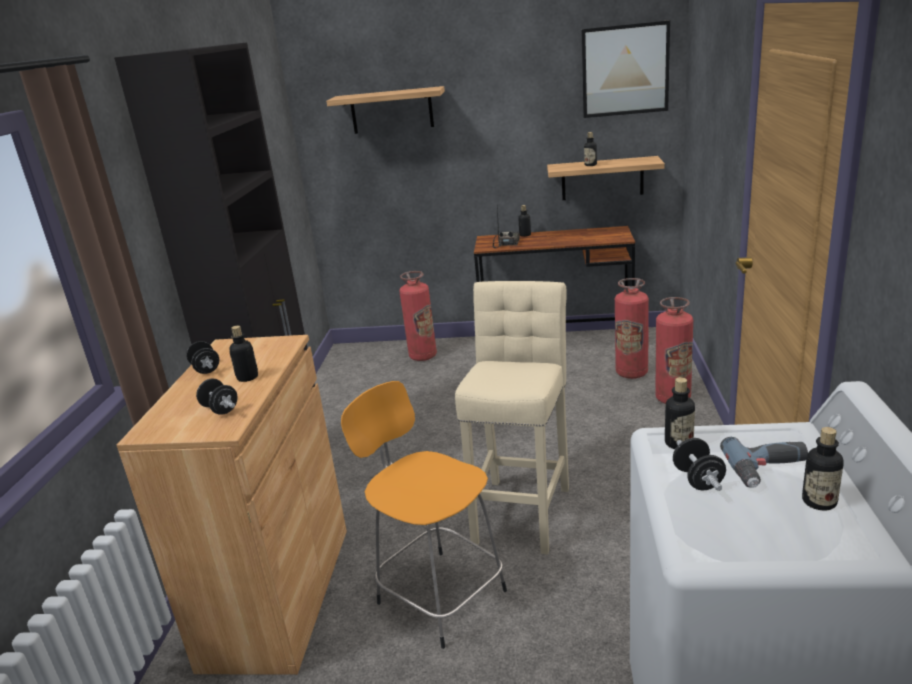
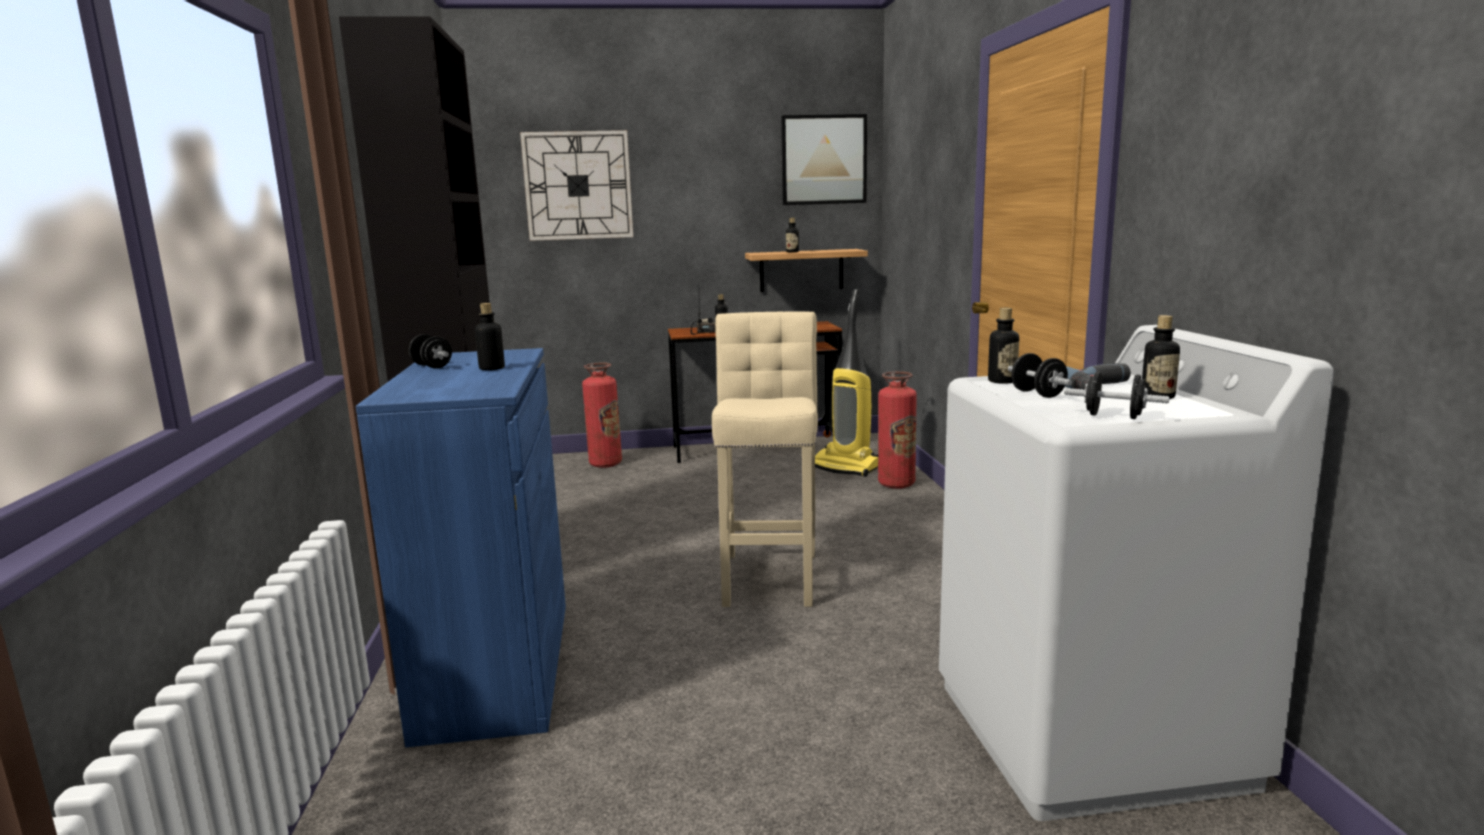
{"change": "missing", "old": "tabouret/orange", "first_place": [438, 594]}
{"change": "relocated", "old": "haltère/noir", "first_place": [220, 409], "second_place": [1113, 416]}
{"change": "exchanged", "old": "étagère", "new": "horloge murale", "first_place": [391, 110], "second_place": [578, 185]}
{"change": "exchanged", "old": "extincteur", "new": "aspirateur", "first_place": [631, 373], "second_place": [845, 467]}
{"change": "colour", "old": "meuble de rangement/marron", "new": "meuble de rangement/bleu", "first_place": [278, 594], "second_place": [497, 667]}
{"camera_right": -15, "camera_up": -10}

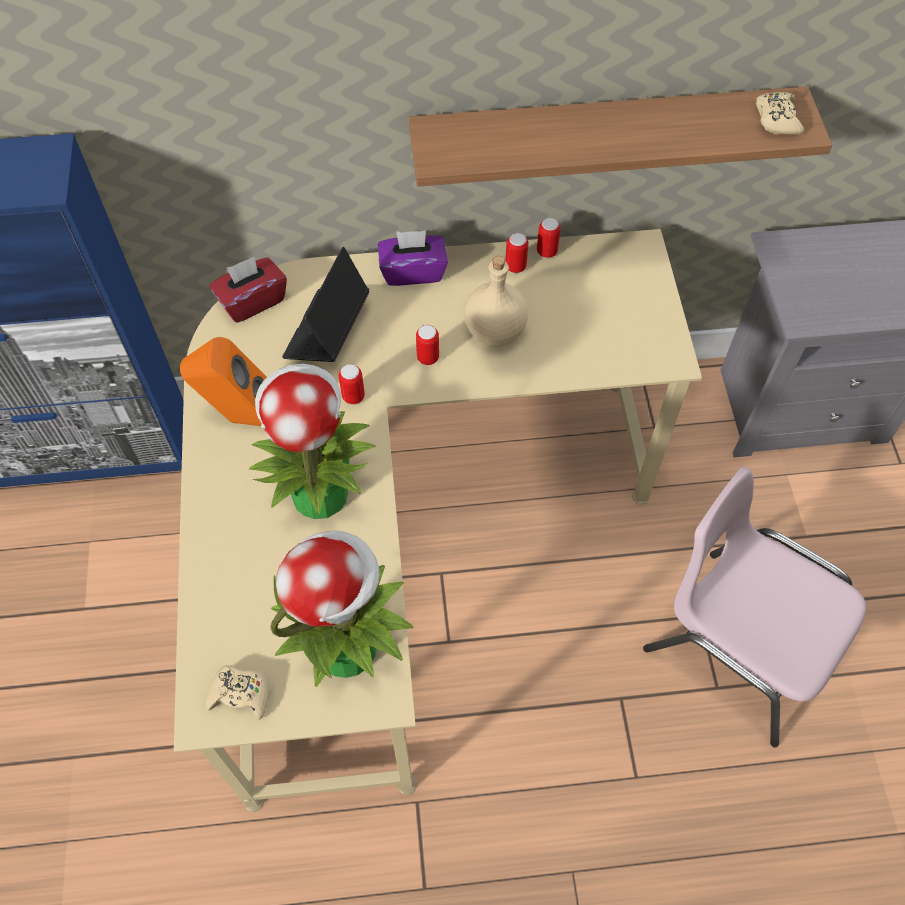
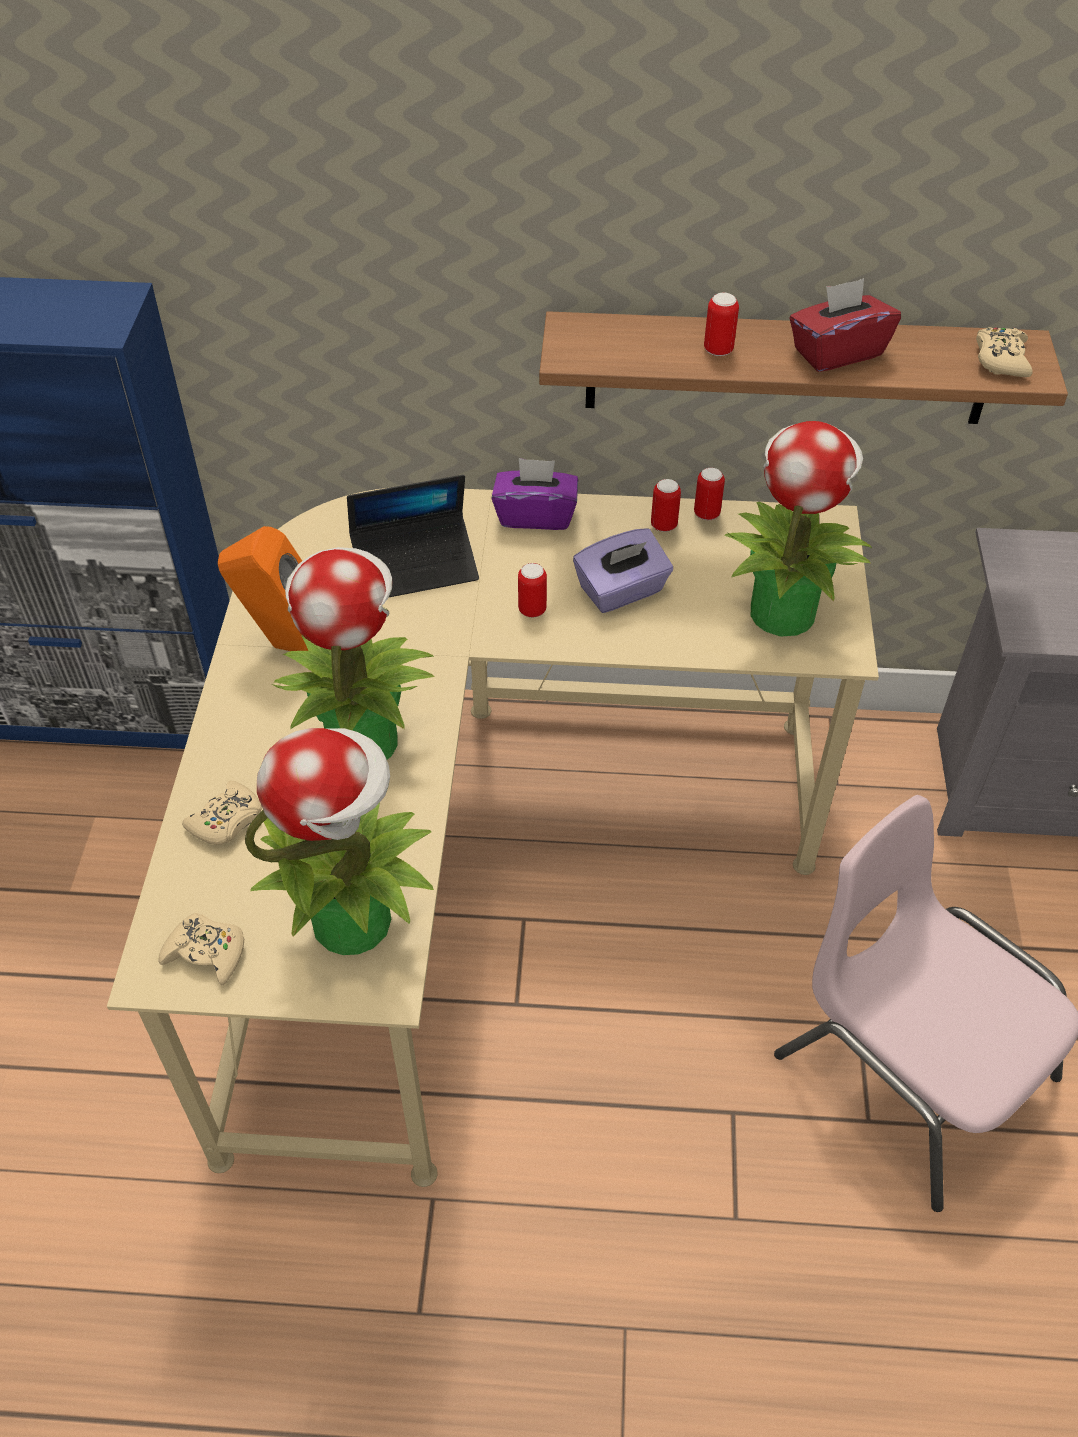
{"change": "appeared", "new": "manette/beige", "second_place": [227, 820]}
{"change": "appeared", "new": "plante en pot", "second_place": [782, 611]}
{"change": "relocated", "old": "boîte à mouchoirs/rouge", "first_place": [252, 301], "second_place": [837, 352]}
{"change": "relocated", "old": "boîte métallique", "first_place": [353, 396], "second_place": [718, 350]}
{"change": "exchanged", "old": "bouteille/beige", "new": "boîte à mouchoirs/violet", "first_place": [494, 331], "second_place": [622, 591]}
{"change": "spun", "old": "ordinateur portable", "first_place": [327, 331], "second_place": [415, 566], "degrees": -135}
{"camera_right": 10, "camera_up": -10}

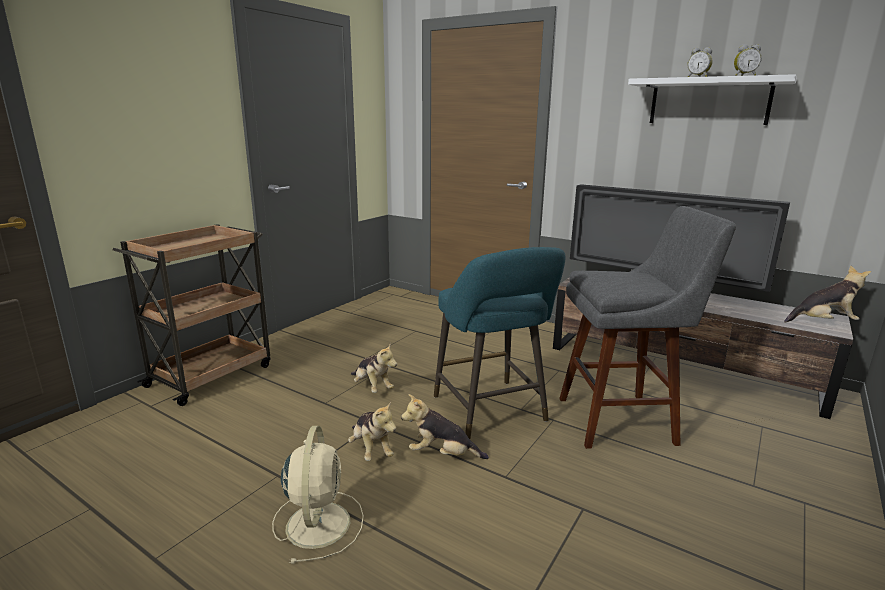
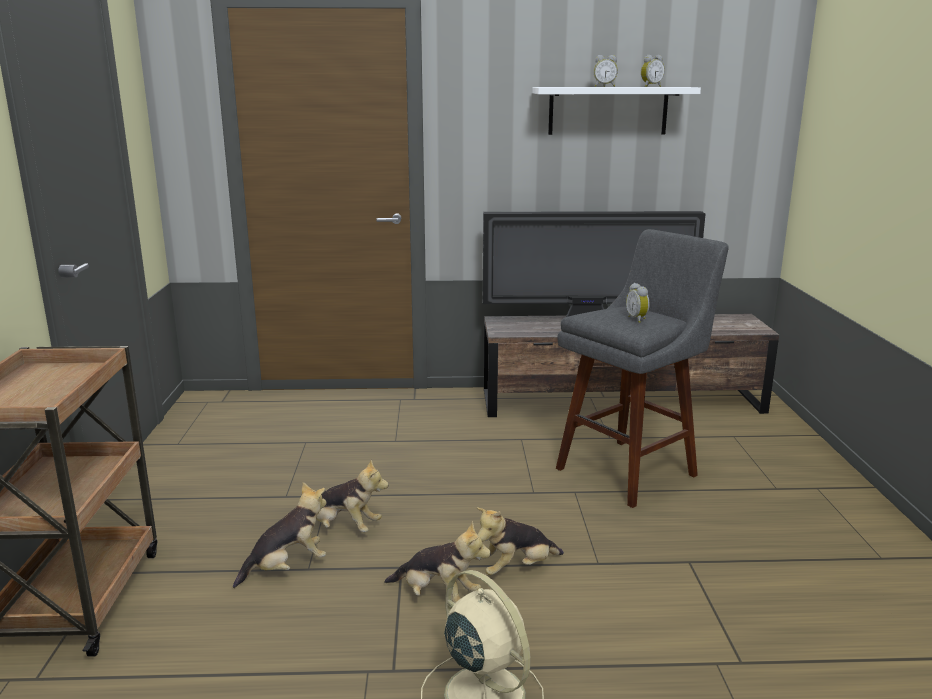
{"change": "missing", "old": "tabouret/turquoise", "first_place": [492, 412]}
{"change": "appeared", "new": "réveil", "second_place": [638, 319]}
{"change": "relocated", "old": "peluche", "first_place": [823, 322], "second_place": [287, 567]}
{"camera_right": -35, "camera_up": 0}

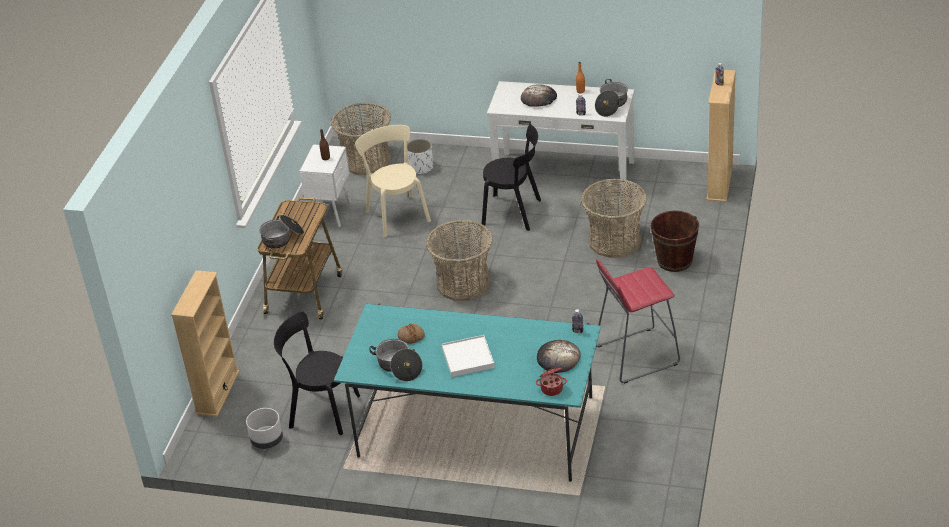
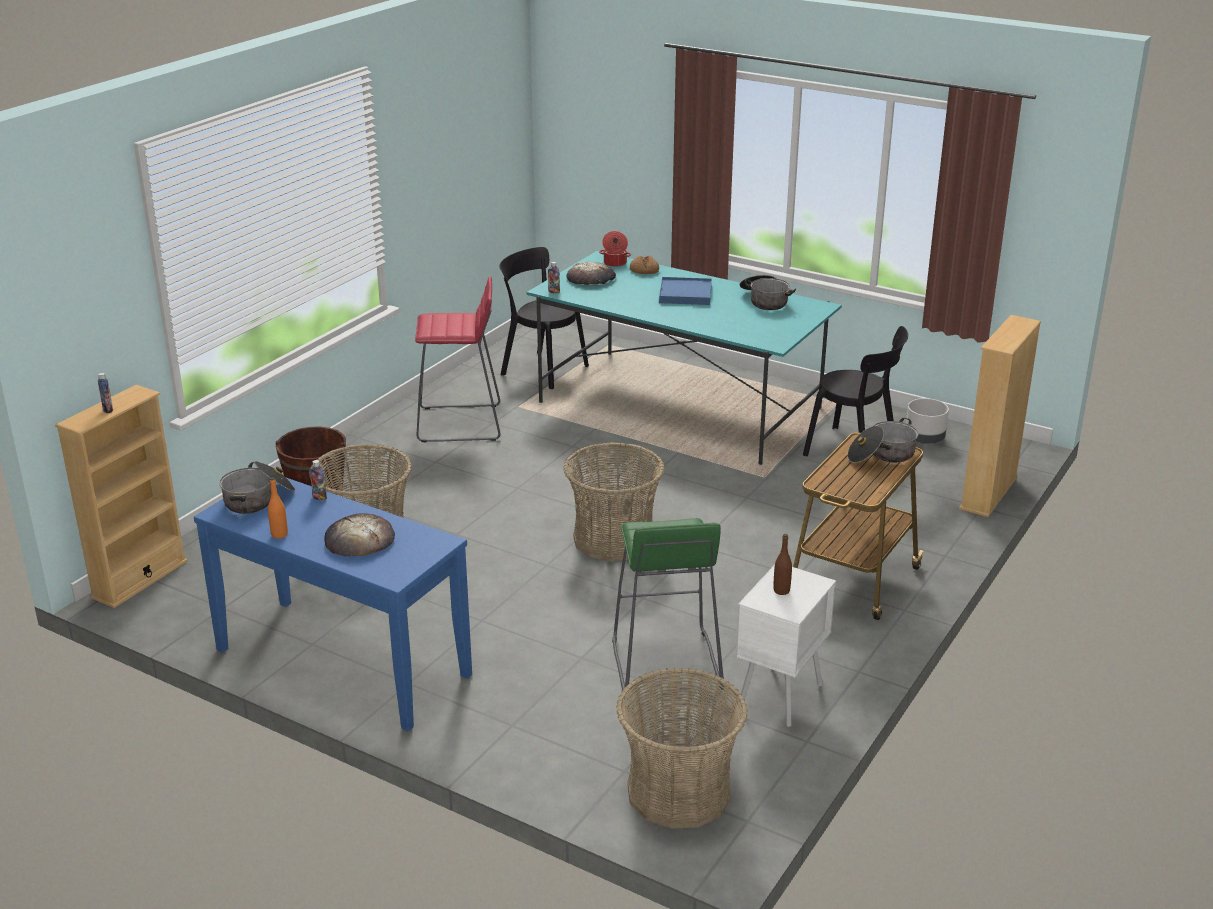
{"change": "missing", "old": "cache-pot/blanc", "first_place": [421, 168]}
{"change": "relocated", "old": "pain", "first_place": [411, 336], "second_place": [644, 270]}
{"change": "relocated", "old": "chaise/noir", "first_place": [514, 213], "second_place": [541, 369]}
{"change": "exchanged", "old": "chaise/beige", "new": "tabouret/vert", "first_place": [397, 214], "second_place": [665, 664]}
{"change": "colour", "old": "plateau/blanc", "new": "plateau/bleu", "first_place": [468, 358], "second_place": [685, 294]}
{"change": "colour", "old": "table console/blanc", "new": "table console/bleu", "first_place": [564, 172], "second_place": [342, 662]}
{"camera_right": -165, "camera_up": -10}

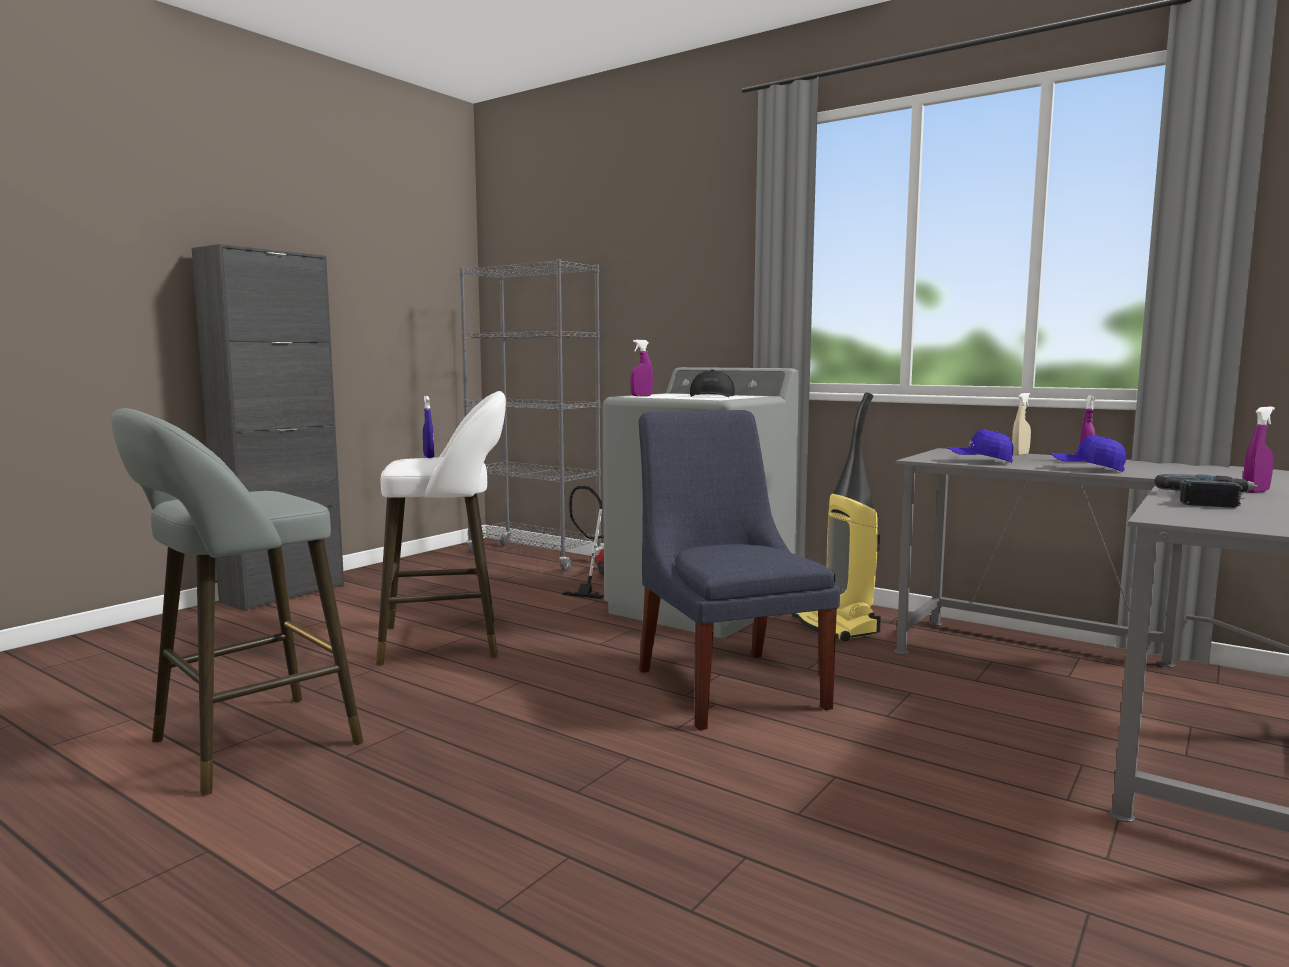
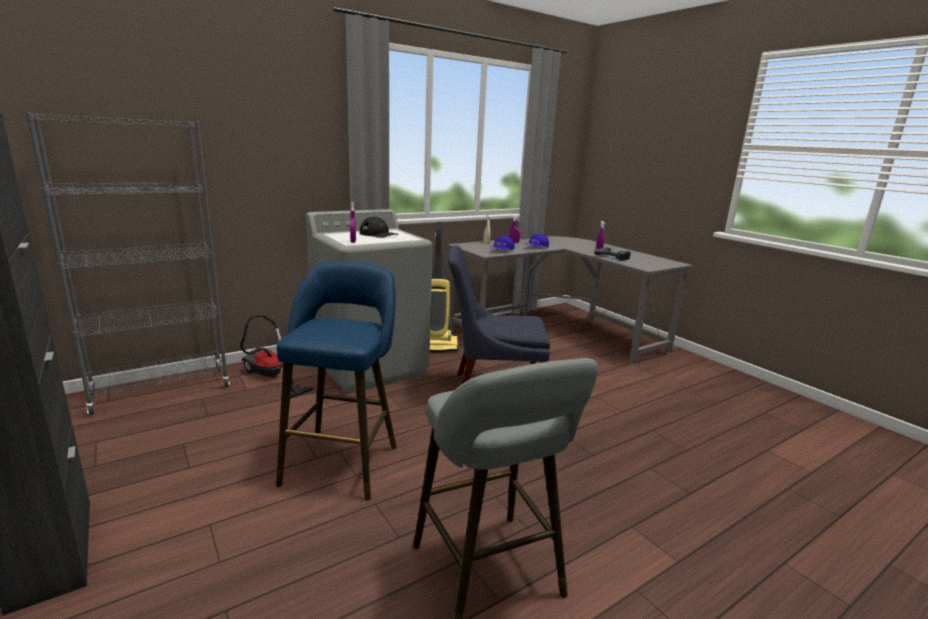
{"change": "missing", "old": "vaporisateur/bleu", "first_place": [428, 457]}
{"change": "colour", "old": "tabouret/blanc", "new": "tabouret/bleu", "first_place": [449, 641], "second_place": [343, 461]}
{"camera_right": -70, "camera_up": 10}

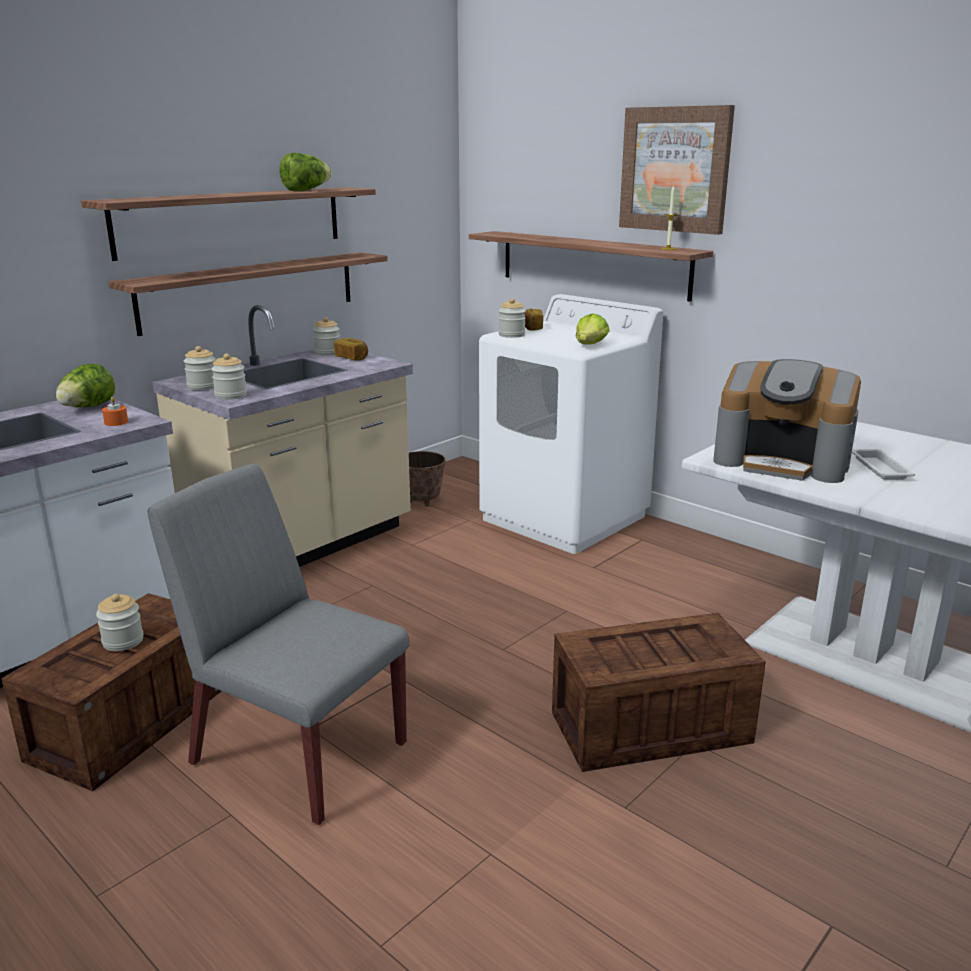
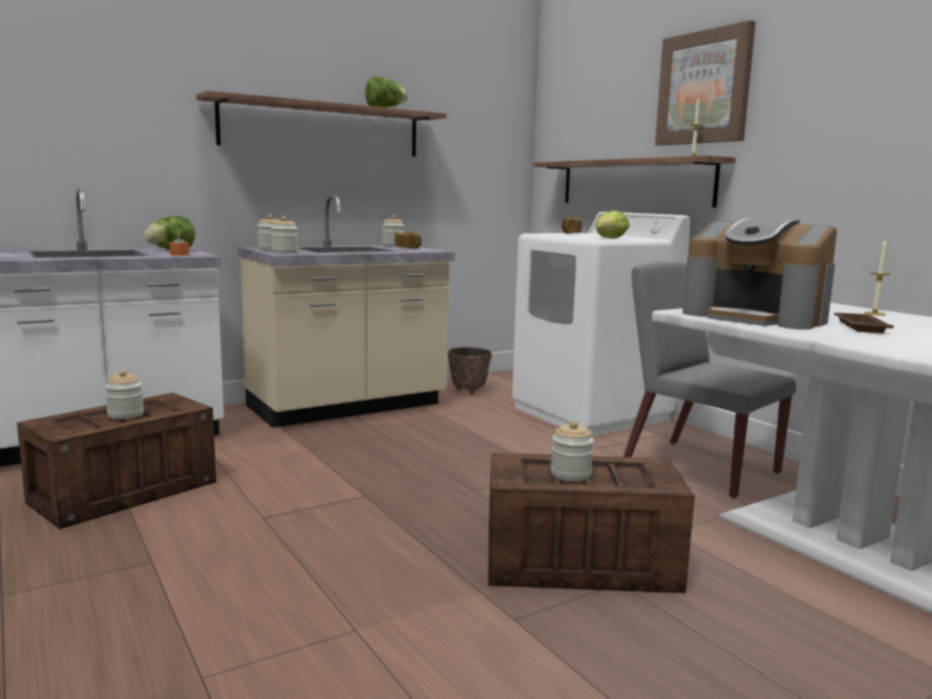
{"change": "missing", "old": "étagère", "first_place": [251, 291]}
{"change": "appeared", "new": "bougie", "second_place": [874, 313]}
{"change": "relocated", "old": "chaise/gris", "first_place": [297, 752], "second_place": [698, 467]}
{"change": "relocated", "old": "bocal", "first_place": [511, 335], "second_place": [570, 474]}
{"change": "colour", "old": "plateau/blanc", "new": "plateau/marron", "first_place": [879, 468], "second_place": [860, 326]}
{"camera_right": 15, "camera_up": -10}

